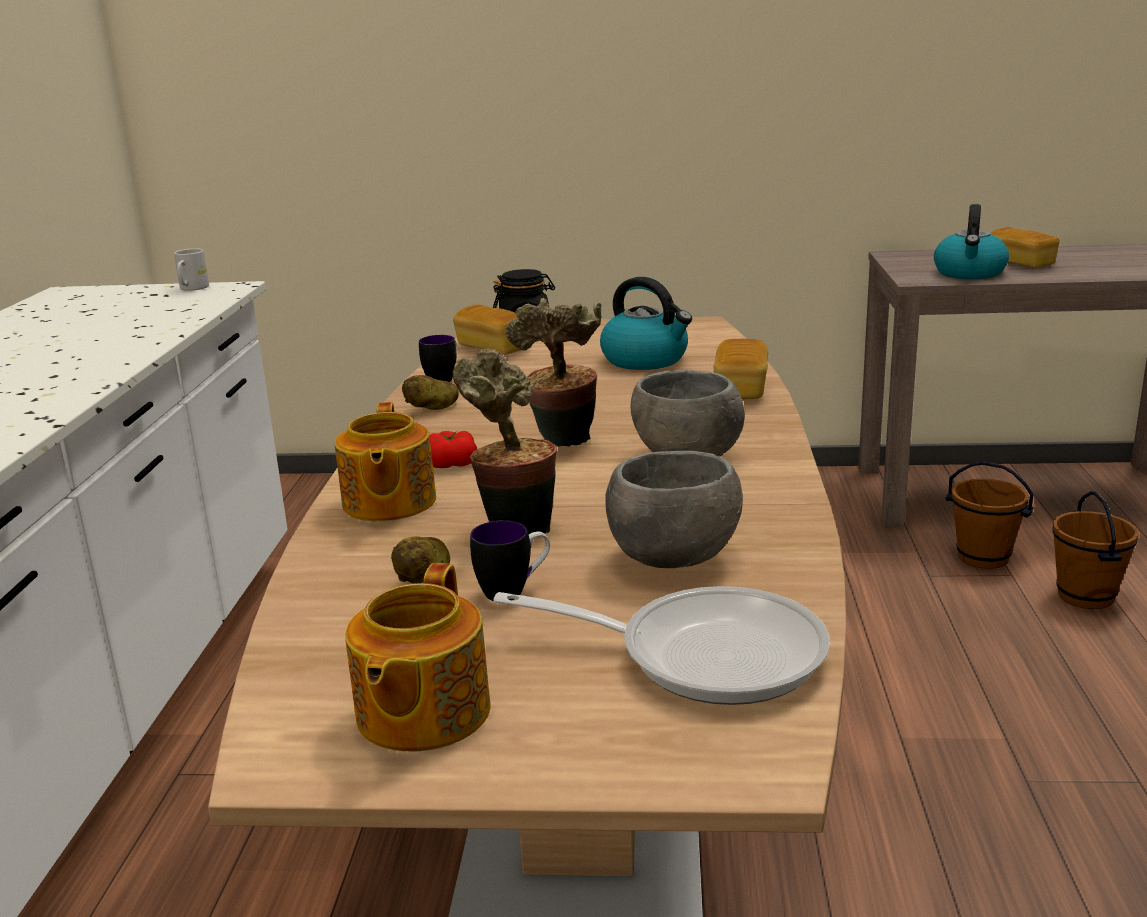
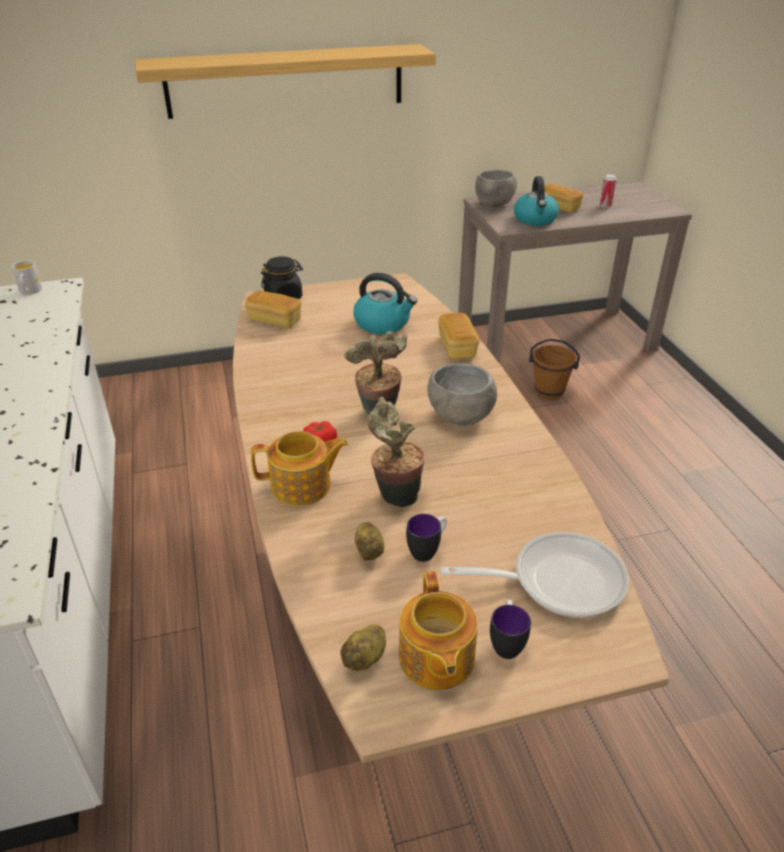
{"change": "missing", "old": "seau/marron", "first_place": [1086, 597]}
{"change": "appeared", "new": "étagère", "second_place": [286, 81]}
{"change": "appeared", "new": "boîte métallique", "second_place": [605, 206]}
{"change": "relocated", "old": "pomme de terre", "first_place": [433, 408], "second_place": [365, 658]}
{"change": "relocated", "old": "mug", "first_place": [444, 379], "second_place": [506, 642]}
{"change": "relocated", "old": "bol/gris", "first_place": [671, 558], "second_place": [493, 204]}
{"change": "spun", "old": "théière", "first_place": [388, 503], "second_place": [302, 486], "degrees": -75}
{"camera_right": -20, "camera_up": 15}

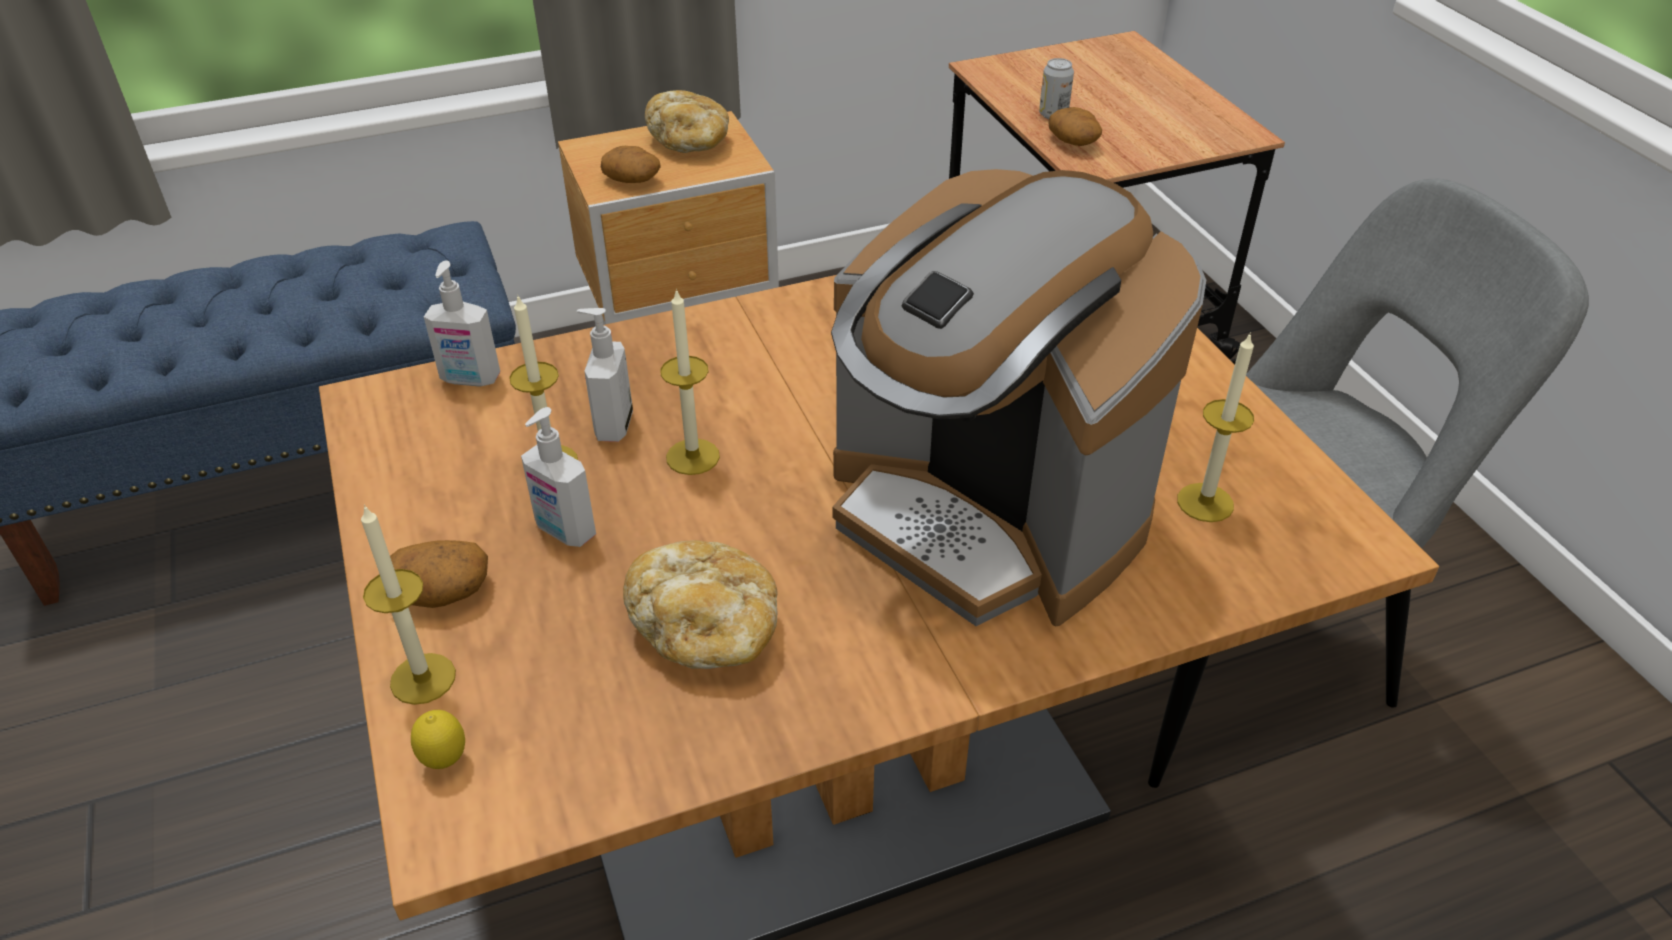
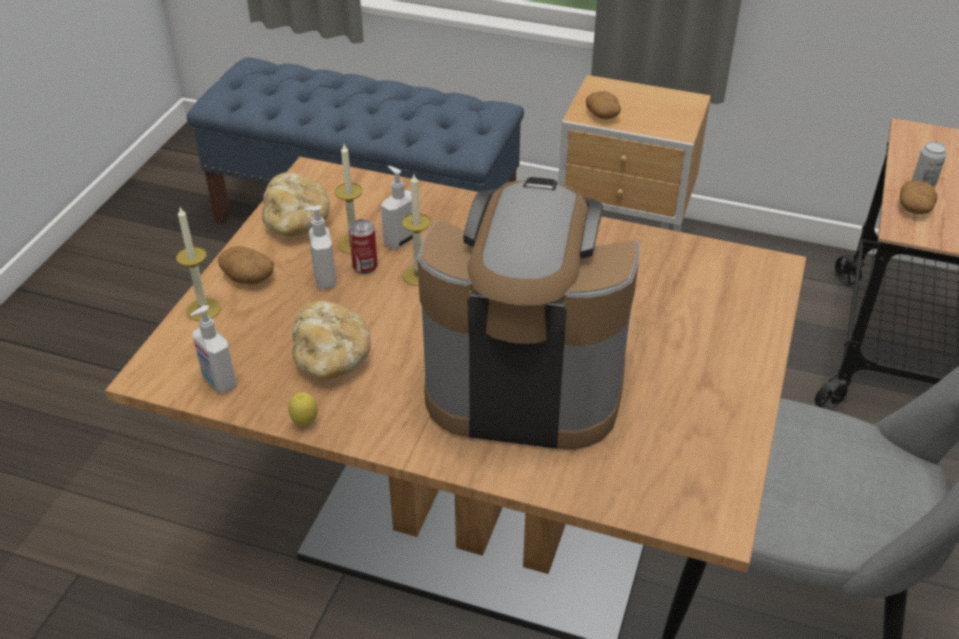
{"change": "missing", "old": "bougie", "first_place": [1205, 502]}
{"change": "appeared", "new": "boîte métallique", "second_place": [365, 267]}
{"change": "relocated", "old": "citron", "first_place": [445, 761], "second_place": [305, 423]}
{"change": "relocated", "old": "distributeur de savon", "first_place": [470, 379], "second_place": [218, 382]}
{"change": "relocated", "old": "pain", "first_place": [690, 142], "second_place": [296, 222]}
{"change": "spun", "old": "machine à café", "first_place": [985, 515], "second_place": [524, 383], "degrees": 105}
{"camera_right": 40, "camera_up": 0}

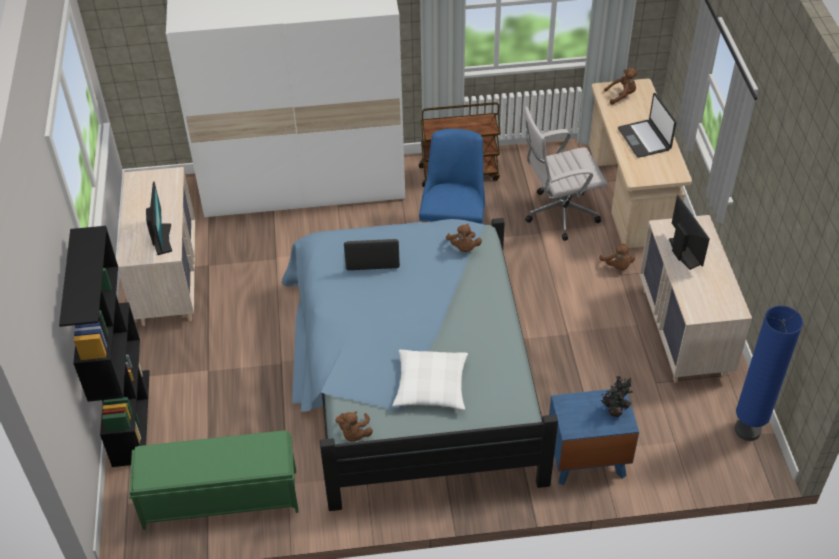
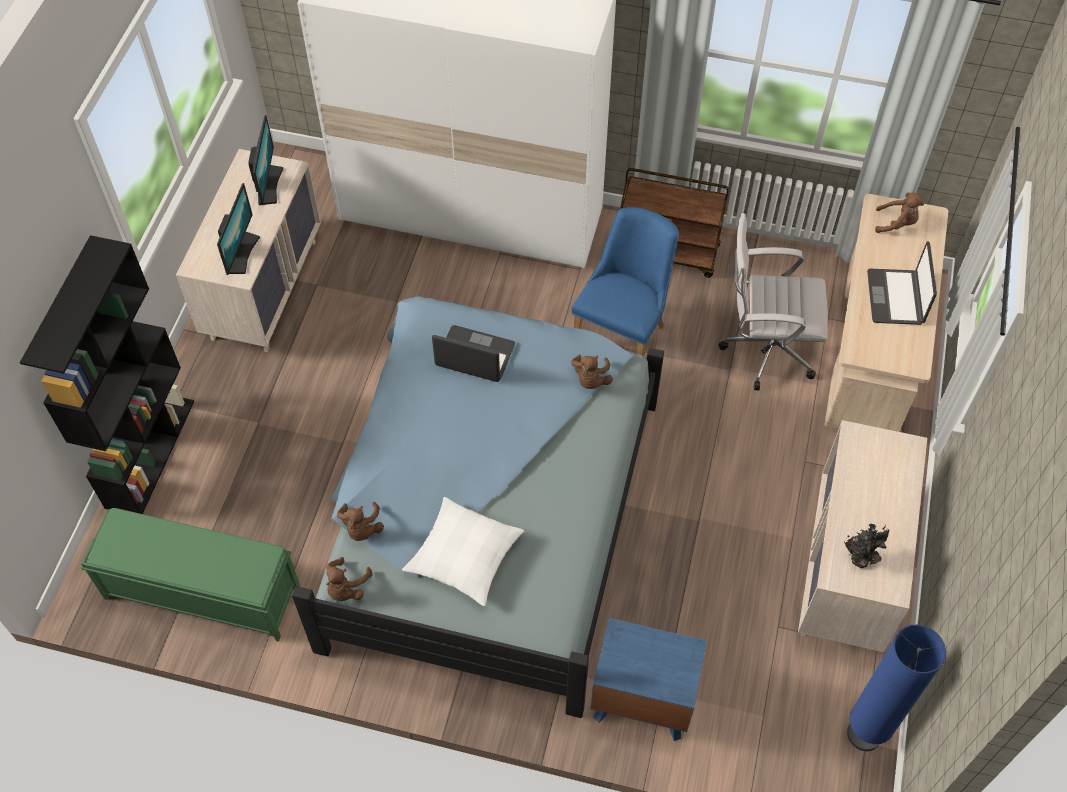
{"change": "relocated", "old": "peluche/marron", "first_place": [617, 266], "second_place": [361, 528]}
{"change": "relocated", "old": "plante en pot", "first_place": [614, 410], "second_place": [860, 558]}
{"change": "relocated", "old": "écran d'ordinateur", "first_place": [683, 253], "second_place": [268, 185]}
{"camera_right": 20, "camera_up": 10}

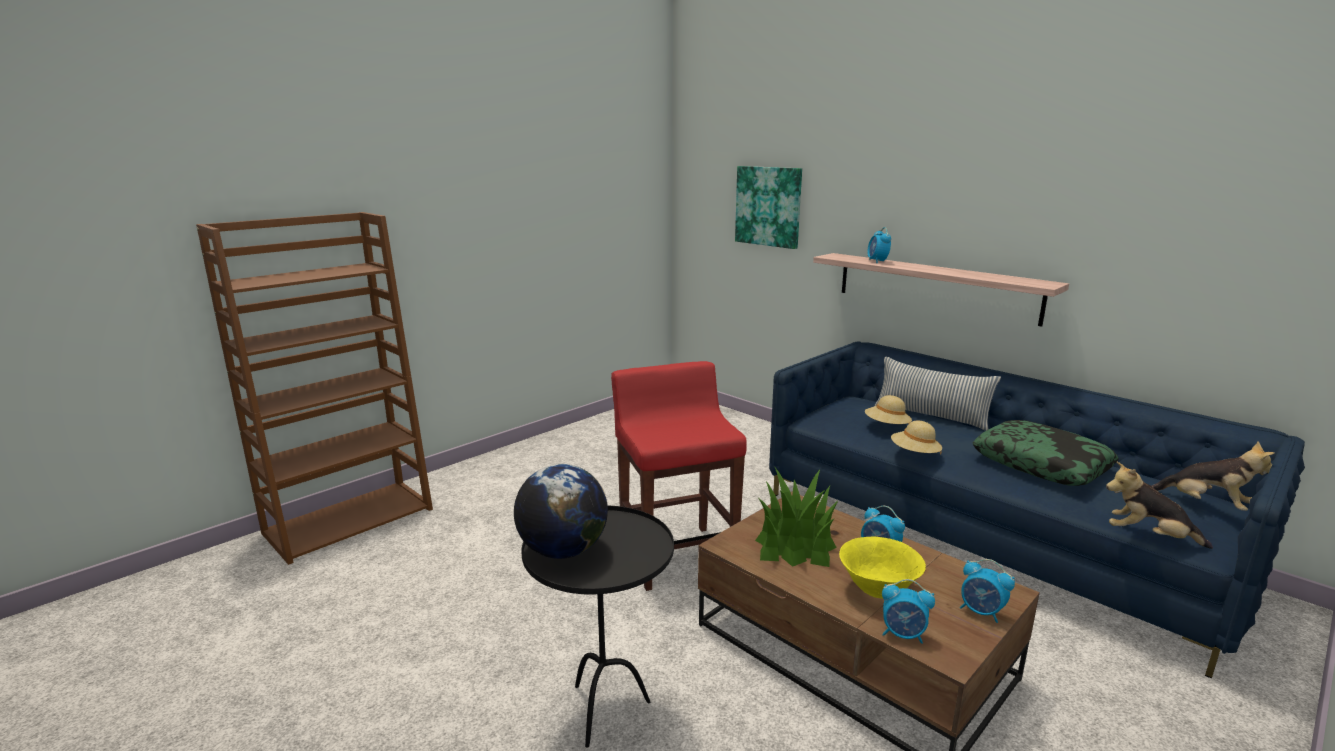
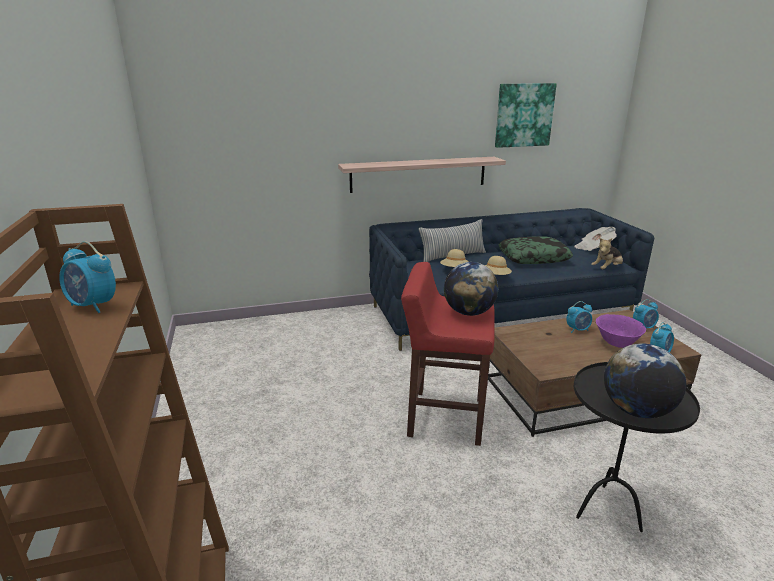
{"change": "missing", "old": "plante en pot", "first_place": [795, 543]}
{"change": "appeared", "new": "globe", "second_place": [469, 312]}
{"change": "relocated", "old": "tableau", "first_place": [768, 206], "second_place": [524, 115]}
{"change": "relocated", "old": "réveil", "first_place": [877, 261], "second_place": [93, 306]}
{"change": "exchanged", "old": "peluche", "new": "journal", "first_place": [1206, 504], "second_place": [593, 248]}
{"change": "colour", "old": "bol/jaune", "new": "bol/violet", "first_place": [878, 590], "second_place": [616, 344]}
{"camera_right": -60, "camera_up": 5}

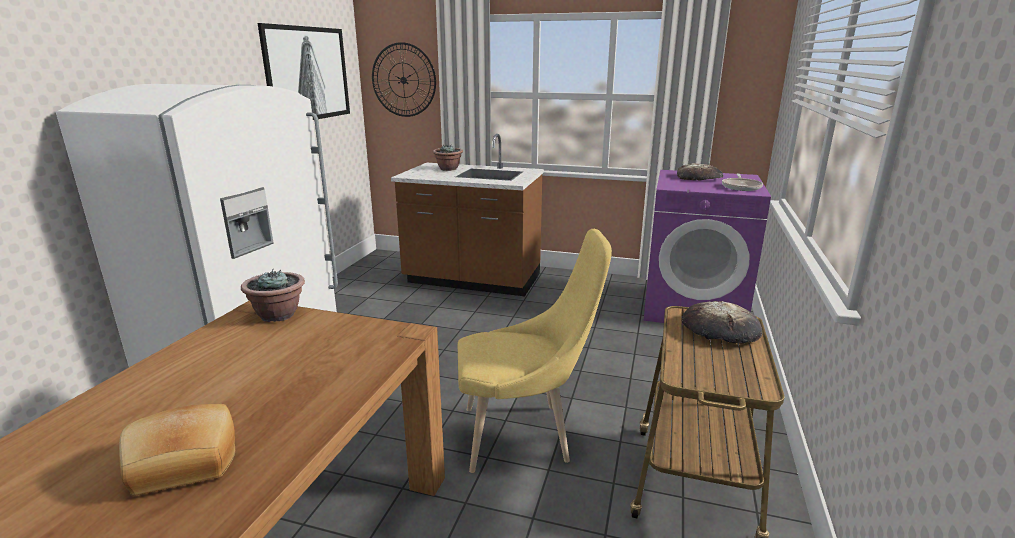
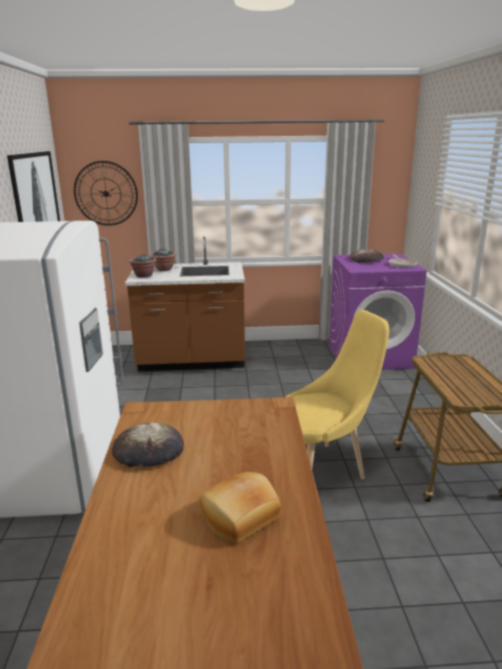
{"change": "relocated", "old": "plante en pot", "first_place": [278, 315], "second_place": [144, 276]}
{"change": "relocated", "old": "pain", "first_place": [720, 329], "second_place": [148, 450]}
{"camera_right": -20, "camera_up": 0}

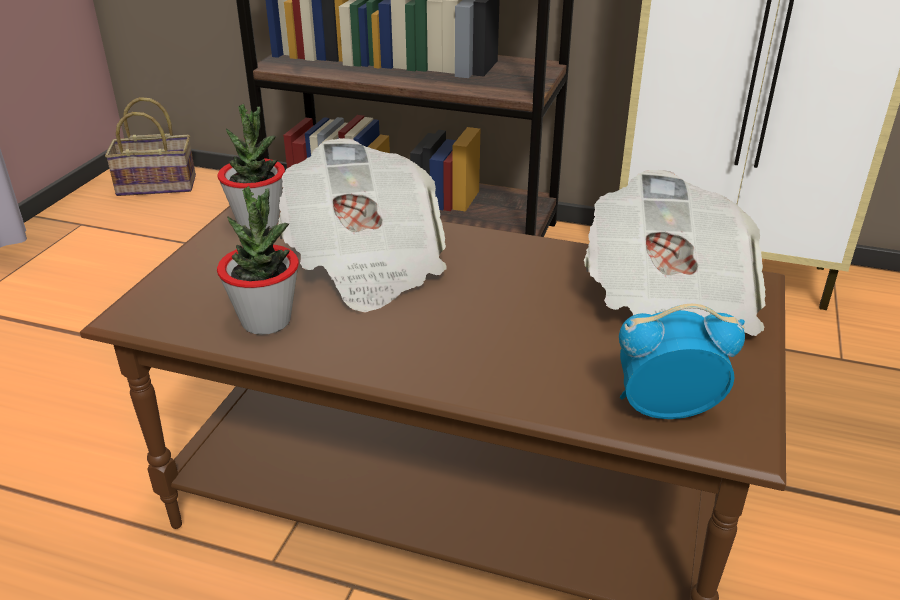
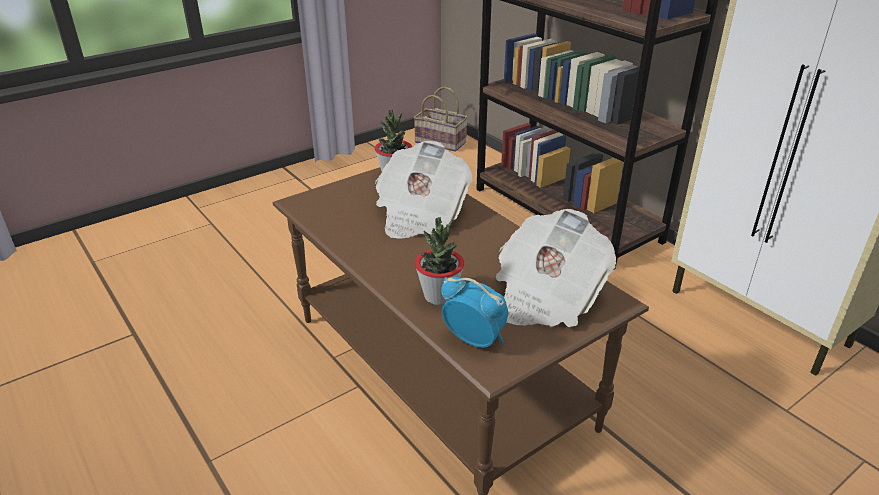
{"change": "relocated", "old": "plante en pot", "first_place": [266, 321], "second_place": [439, 296]}
{"camera_right": 35, "camera_up": 0}

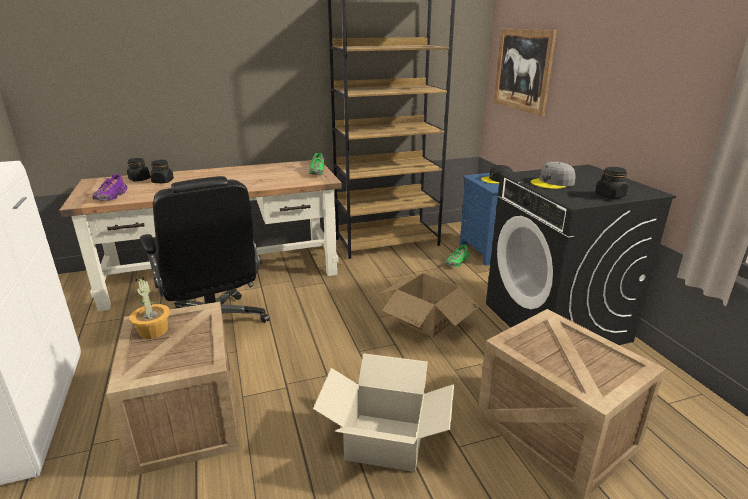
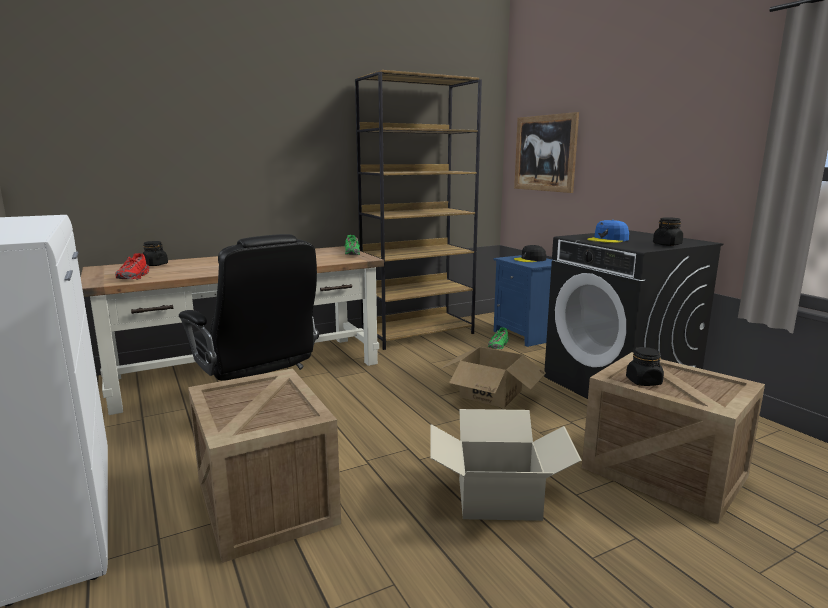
{"change": "missing", "old": "plante en pot", "first_place": [153, 331]}
{"change": "relocated", "old": "bocal/noir", "first_place": [163, 181], "second_place": [643, 382]}
{"change": "colour", "old": "chaussure/violet", "new": "chaussure/rouge", "first_place": [111, 197], "second_place": [134, 277]}
{"change": "colour", "old": "casquette/gris", "new": "casquette/bleu", "first_place": [552, 183], "second_place": [608, 239]}
{"camera_right": -10, "camera_up": -10}

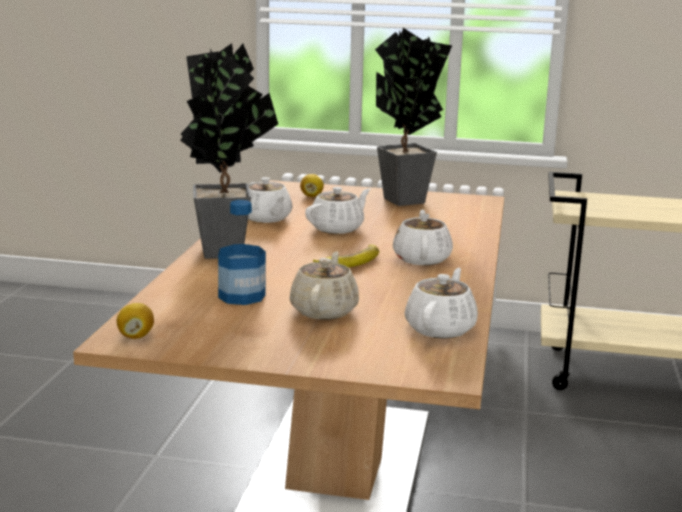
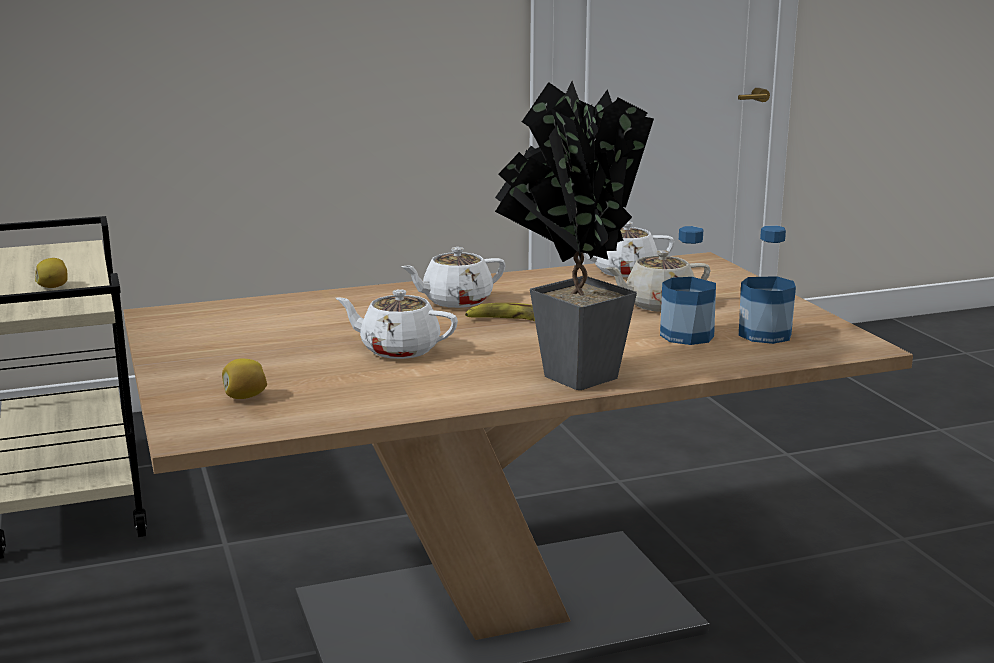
{"change": "missing", "old": "théière/blanc", "first_place": [266, 218]}
{"change": "missing", "old": "plante en pot", "first_place": [404, 202]}
{"change": "appeared", "new": "bouteille", "second_place": [765, 334]}
{"change": "relocated", "old": "citron", "first_place": [136, 336], "second_place": [53, 287]}
{"camera_right": -120, "camera_up": 0}

